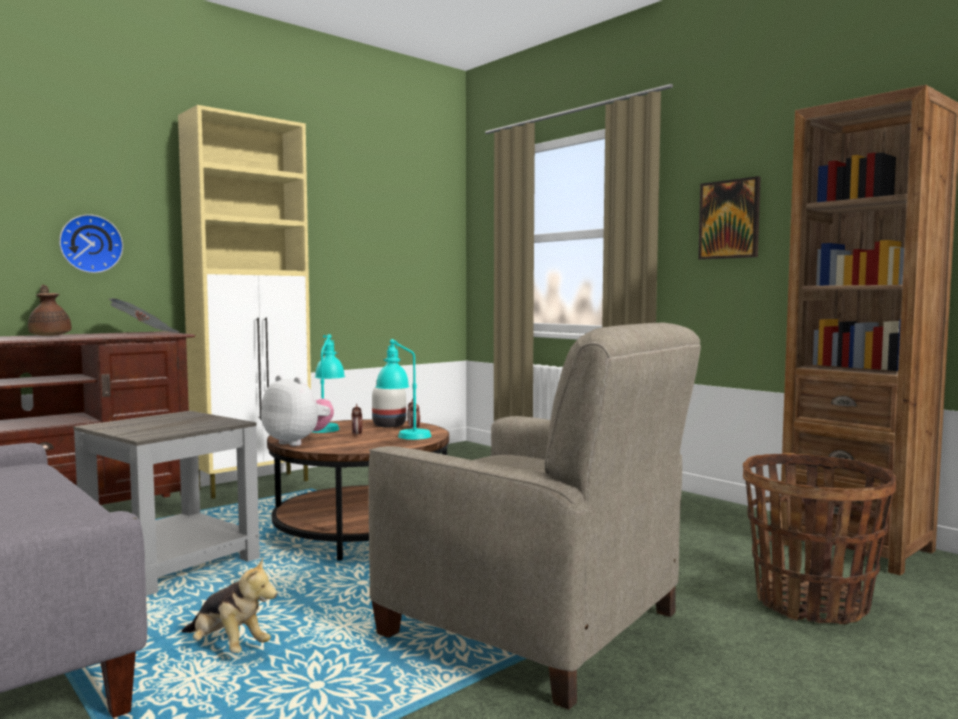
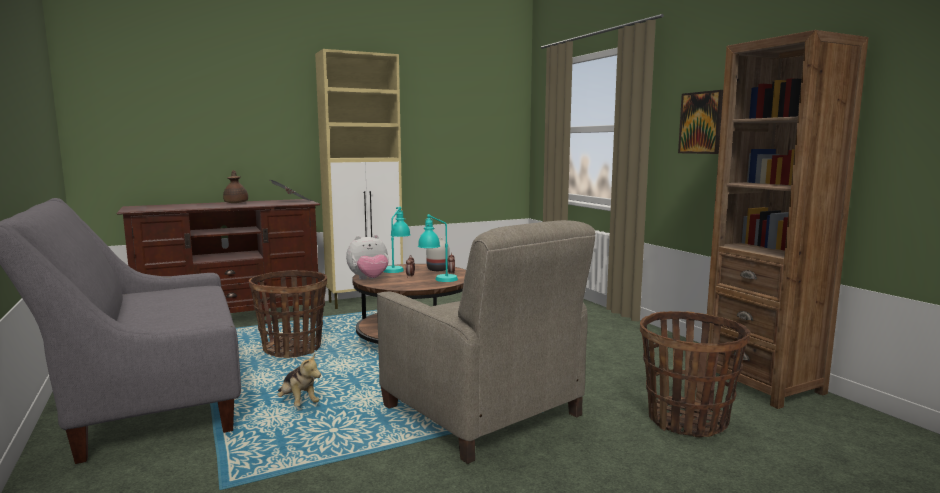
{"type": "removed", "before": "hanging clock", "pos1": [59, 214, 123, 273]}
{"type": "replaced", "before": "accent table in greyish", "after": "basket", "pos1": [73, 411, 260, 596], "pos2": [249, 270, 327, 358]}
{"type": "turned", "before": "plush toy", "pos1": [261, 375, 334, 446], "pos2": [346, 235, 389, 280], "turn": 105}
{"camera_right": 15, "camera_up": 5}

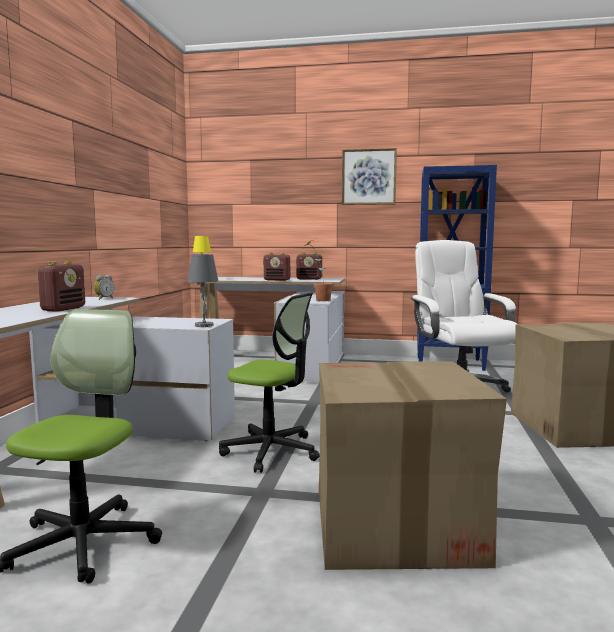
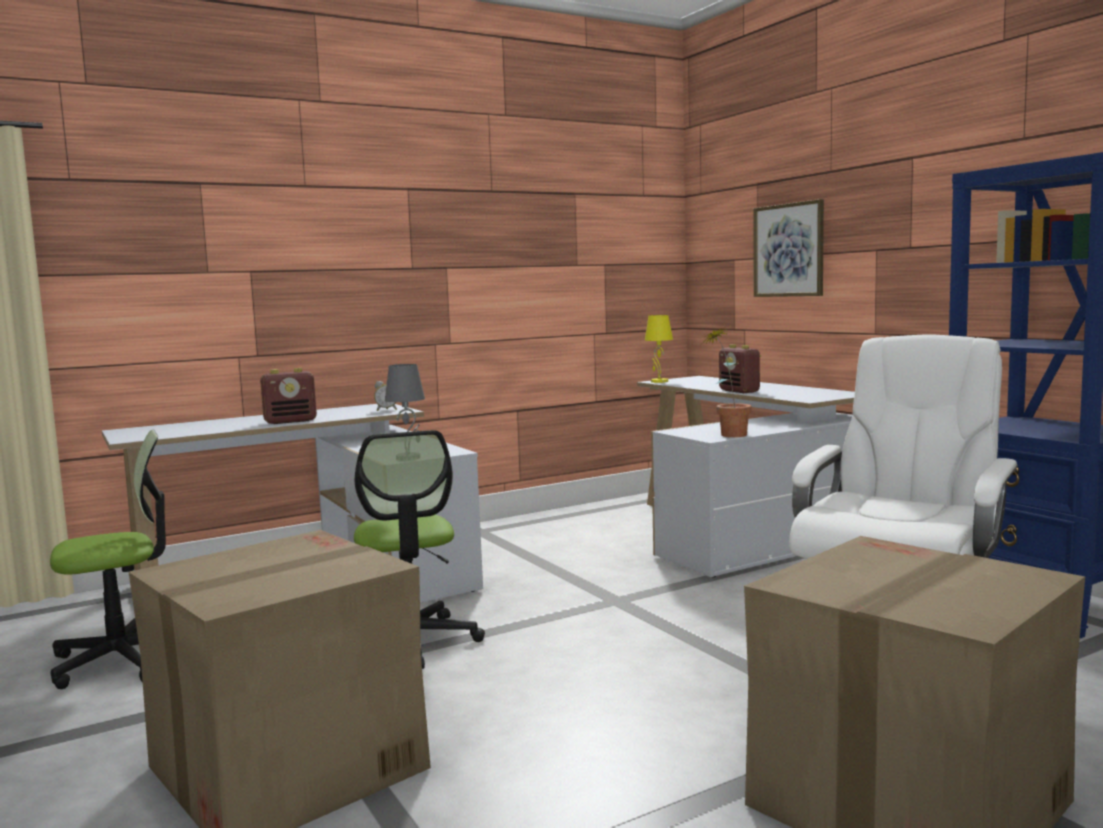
{"type": "removed", "before": "radio receiver", "pos1": [296, 252, 322, 280]}
{"type": "moved", "before": "wall art", "pos1": [342, 148, 397, 205], "pos2": [753, 199, 824, 297]}
{"camera_right": 50, "camera_up": 0}

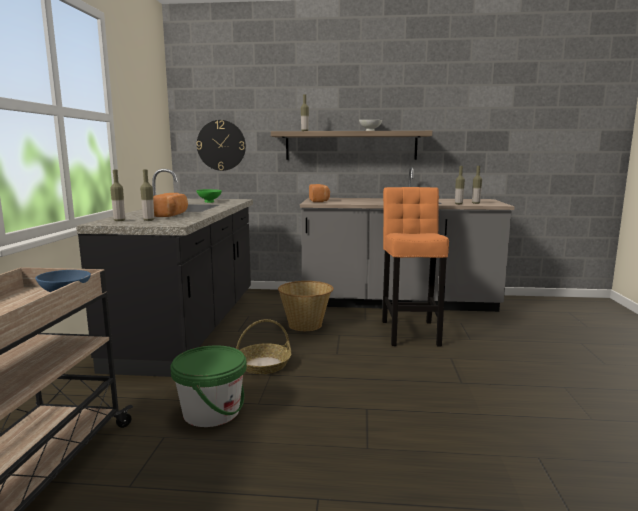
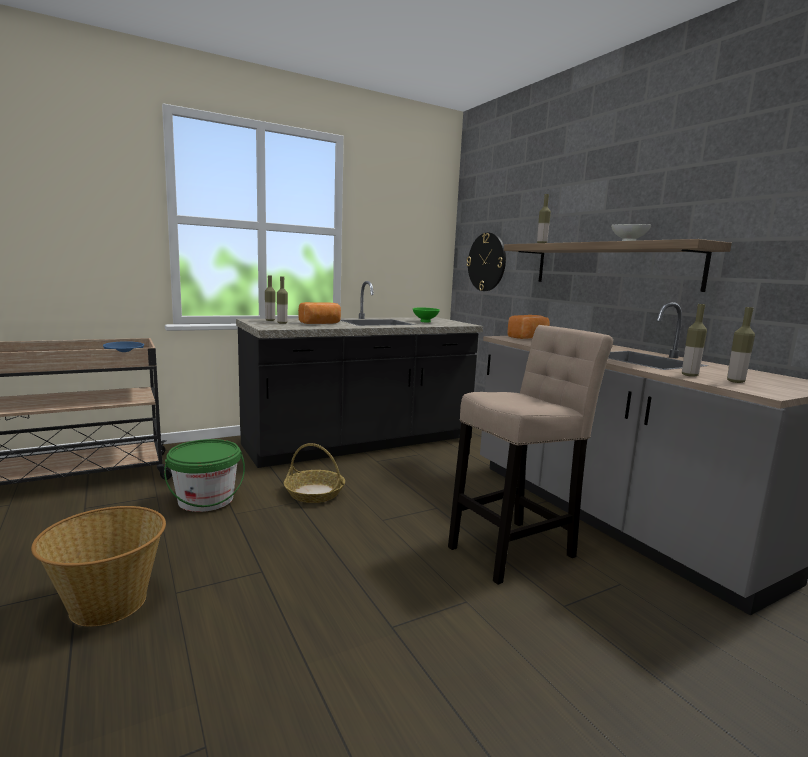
{"type": "moved", "before": "basket", "pos1": [278, 281, 334, 331], "pos2": [31, 506, 166, 627]}
{"type": "recoloured", "before": "stool seat in orange", "after": "stool seat in beige-coloured", "pos1": [382, 187, 449, 346], "pos2": [448, 325, 613, 585]}
{"camera_right": 55, "camera_up": 0}

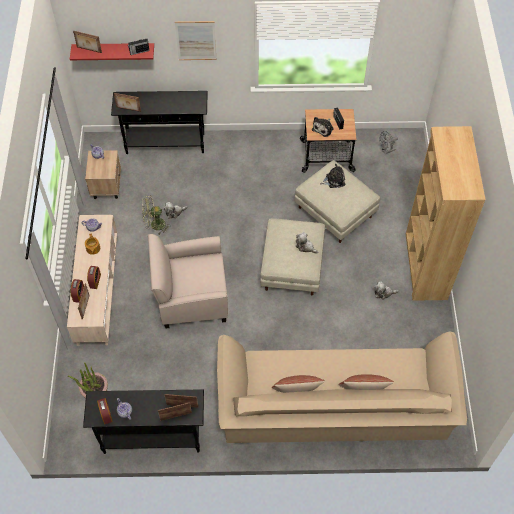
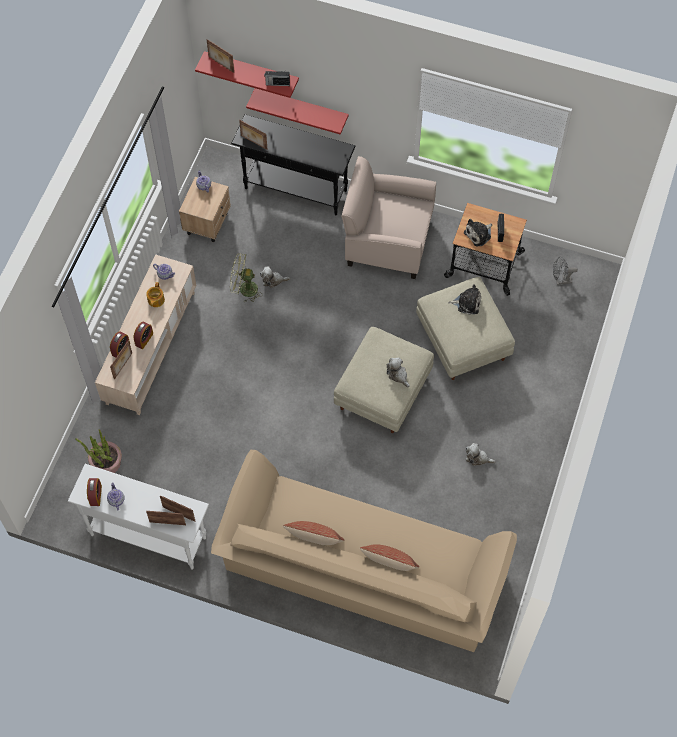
{"type": "removed", "before": "wall art", "pos1": [175, 21, 216, 60]}
{"type": "removed", "before": "shelving unit in brown-coloured", "pos1": [406, 126, 486, 301]}
{"type": "added", "after": "shelf in red-coloured", "pos2": [246, 88, 349, 135]}
{"type": "moved", "before": "easy chair in beige-coloured", "pos1": [148, 234, 228, 329], "pos2": [341, 156, 436, 279]}
{"type": "recoloured", "before": "hall table in blackish", "after": "hall table in white-coloured", "pos1": [83, 389, 204, 454], "pos2": [68, 464, 209, 570]}
{"camera_right": 20, "camera_up": 5}

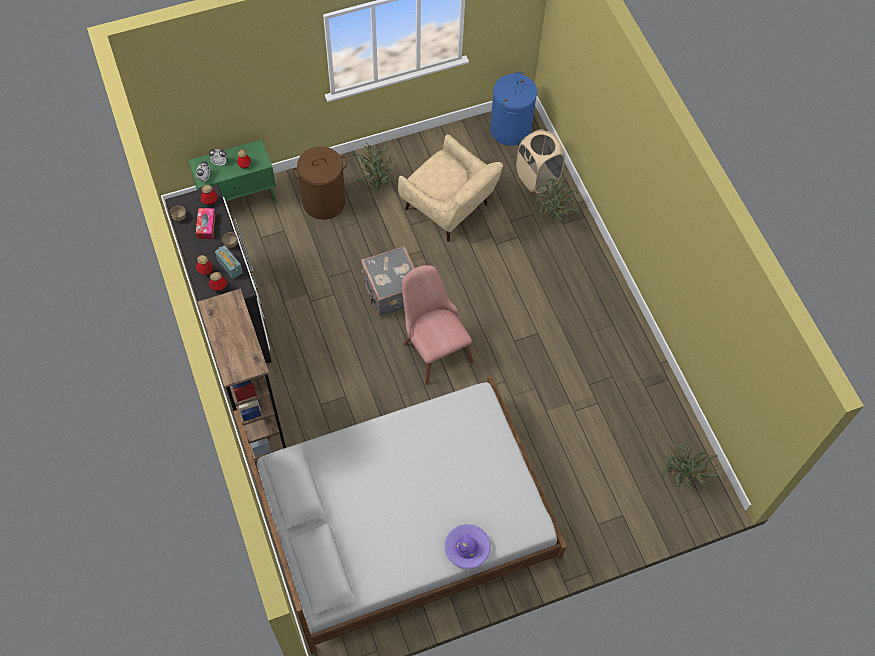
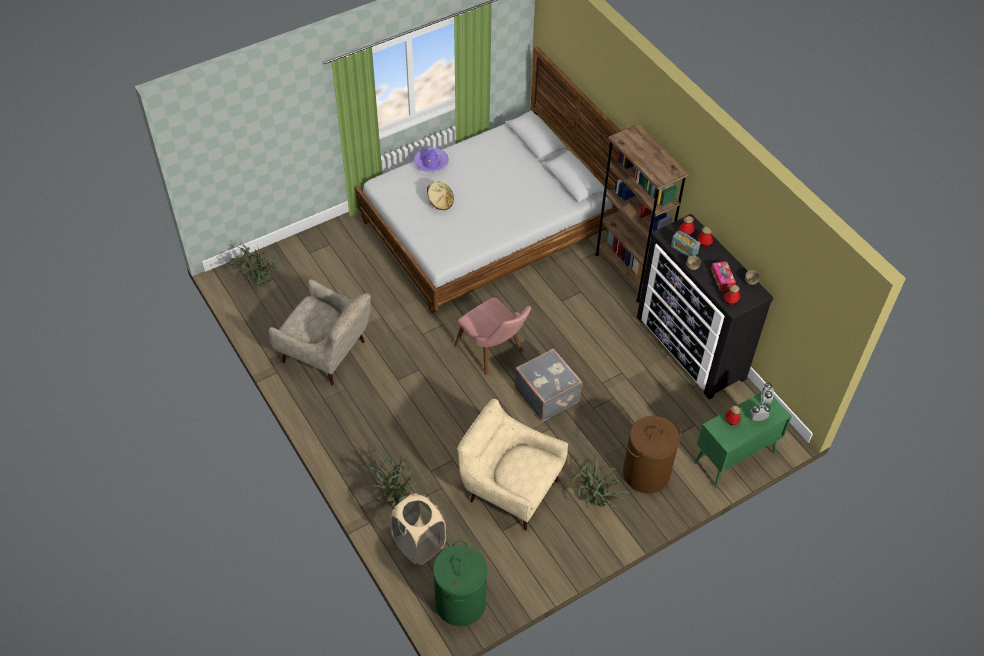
{"type": "added", "after": "easy chair in beige-coloured", "pos2": [269, 279, 371, 385]}
{"type": "added", "after": "hat in beige-coloured", "pos2": [427, 181, 454, 210]}
{"type": "recoloured", "before": "hamper in bluish", "after": "hamper in green", "pos1": [490, 72, 537, 146], "pos2": [433, 540, 487, 626]}
{"camera_right": 170, "camera_up": -10}

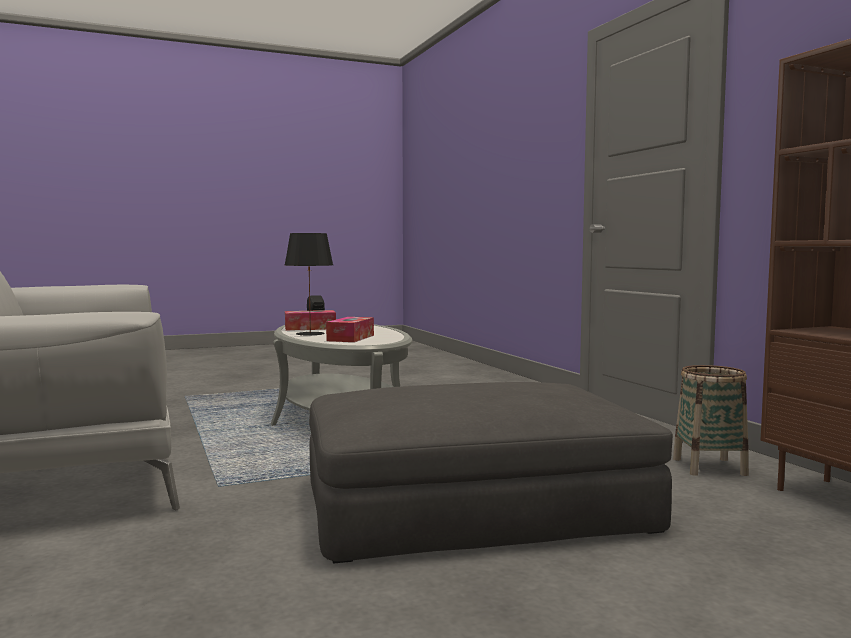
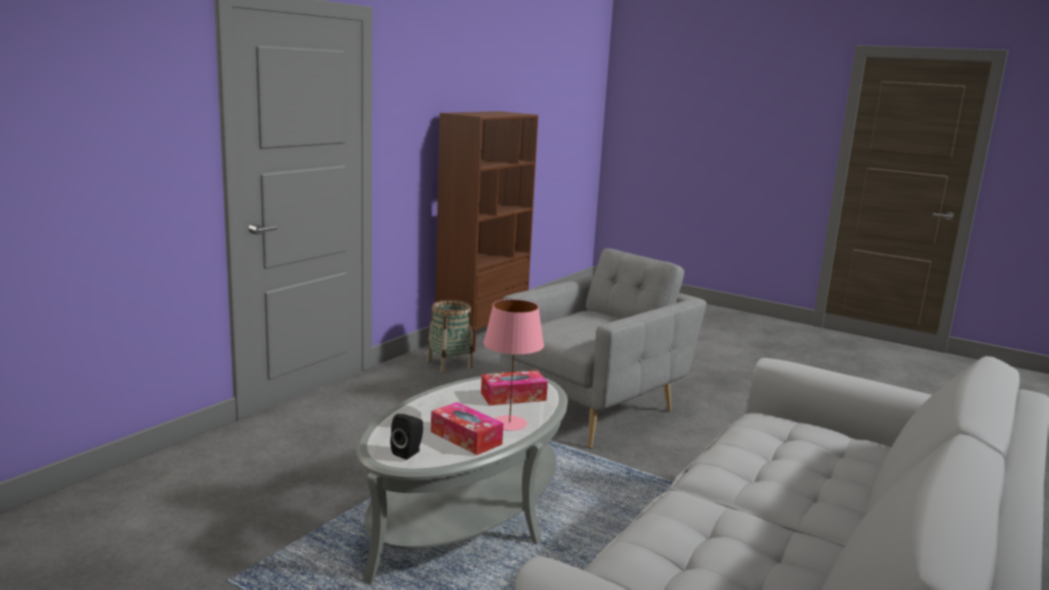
{"type": "replaced", "before": "footrest in greyish", "after": "easy chair in greyish", "pos1": [309, 382, 673, 563], "pos2": [500, 248, 707, 448]}
{"type": "recoloured", "before": "tabletop lamp in blackish", "after": "tabletop lamp in pink", "pos1": [285, 233, 333, 336], "pos2": [483, 299, 544, 431]}
{"camera_right": -125, "camera_up": 10}

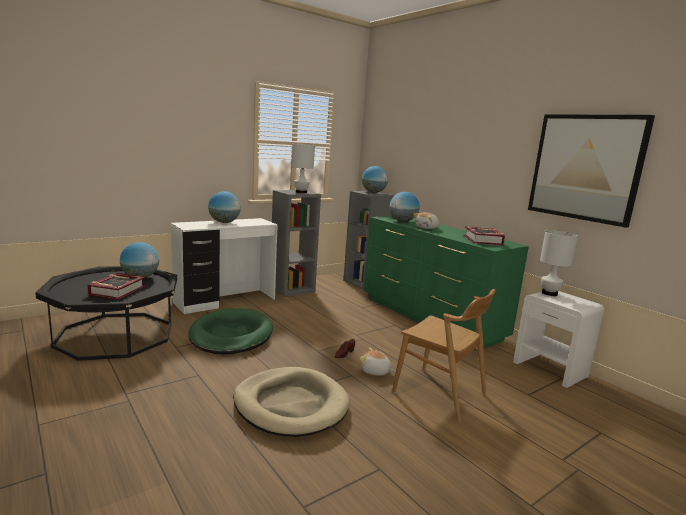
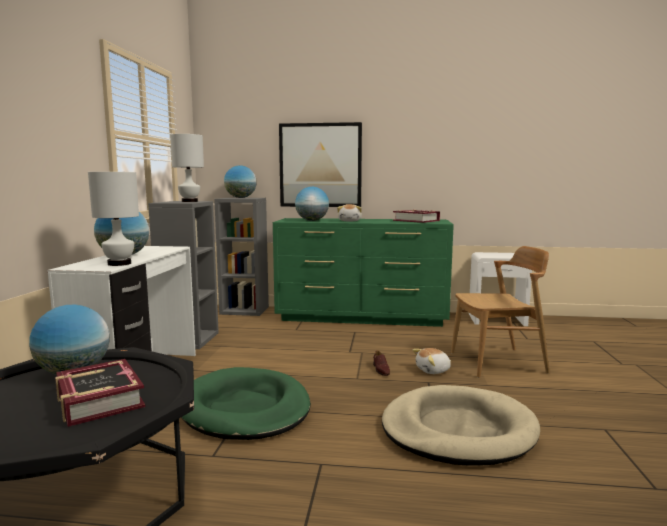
{"type": "moved", "before": "wall art", "pos1": [528, 114, 655, 228], "pos2": [279, 122, 362, 207]}
{"type": "moved", "before": "tabletop lamp in white-coloured", "pos1": [540, 230, 578, 296], "pos2": [88, 172, 139, 266]}
{"camera_right": -45, "camera_up": -5}

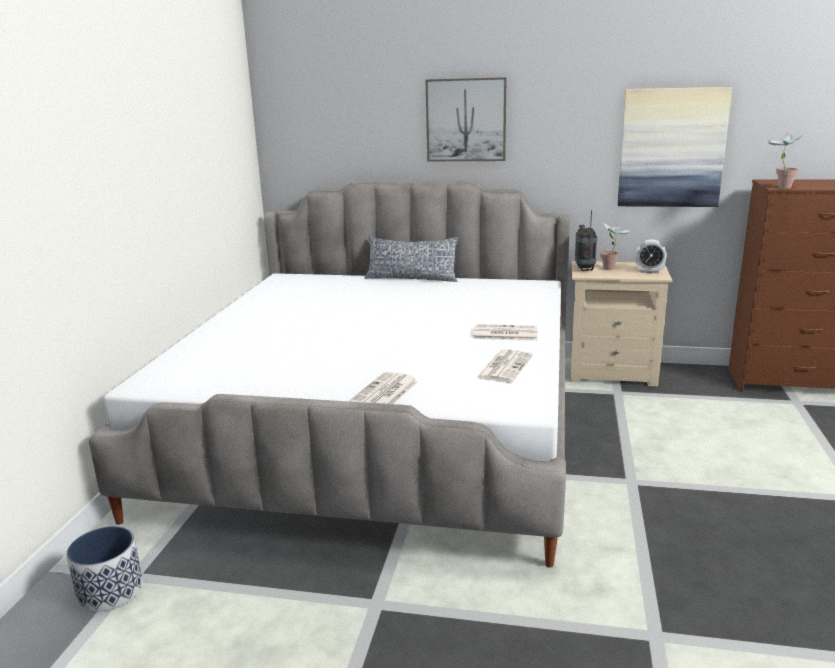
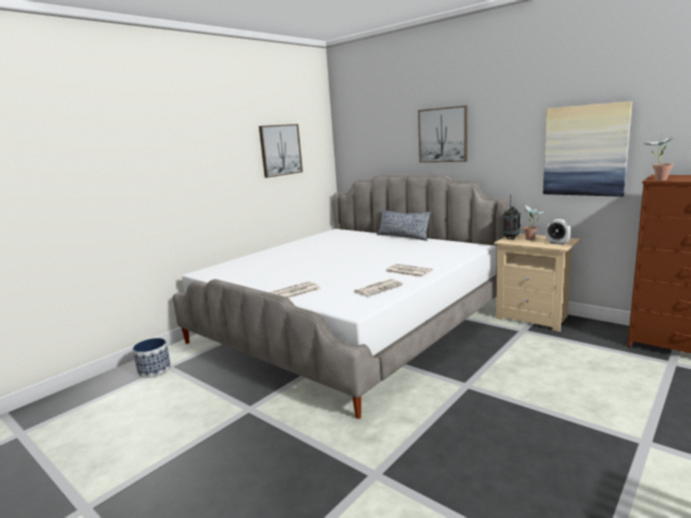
{"type": "added", "after": "wall art", "pos2": [259, 124, 303, 178]}
{"camera_right": 30, "camera_up": -5}

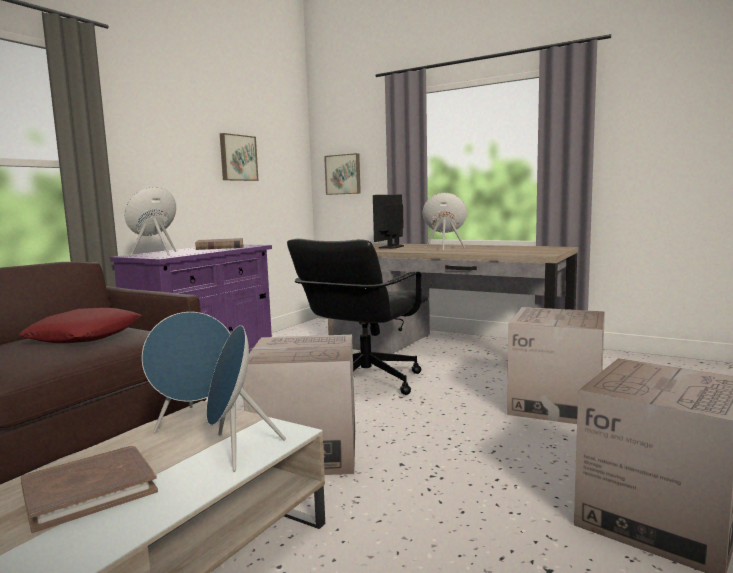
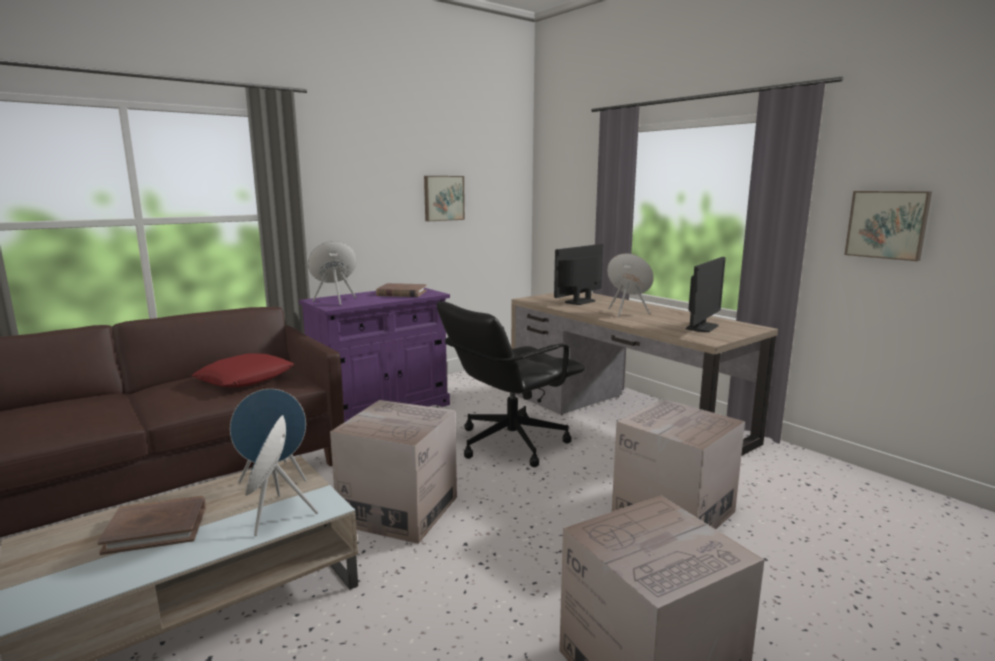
{"type": "added", "after": "computer display", "pos2": [686, 257, 726, 332]}
{"type": "moved", "before": "wall art", "pos1": [324, 153, 361, 195], "pos2": [844, 191, 932, 261]}
{"camera_right": 20, "camera_up": 5}

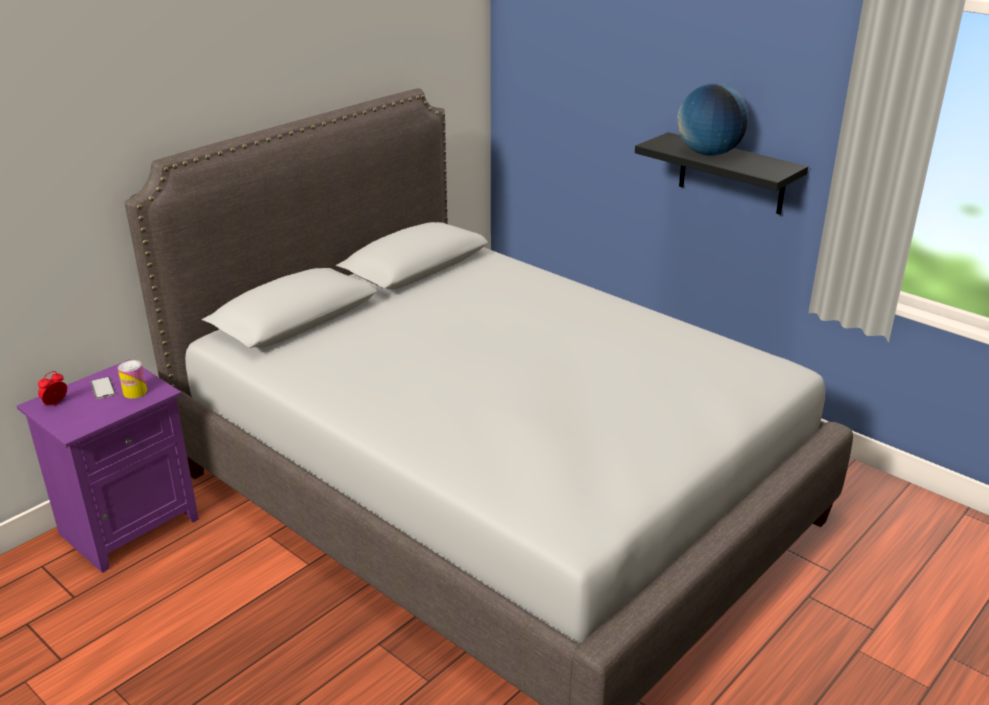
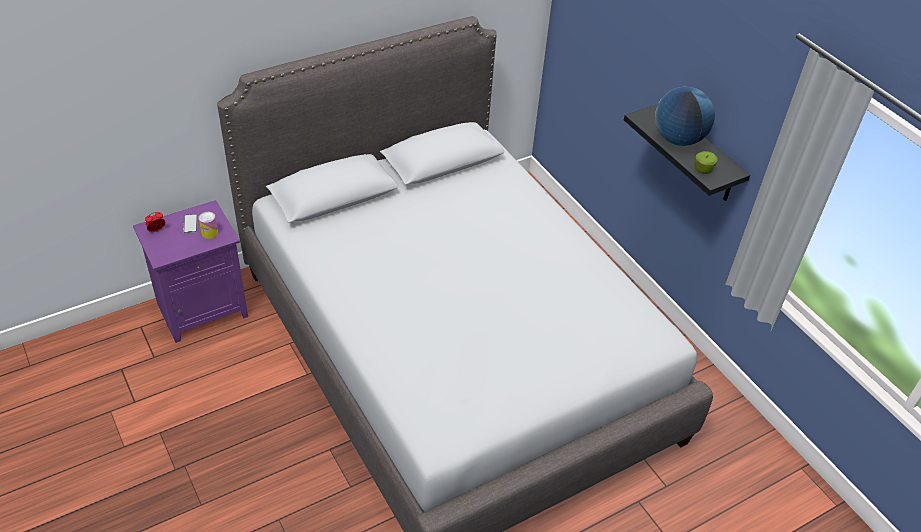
{"type": "added", "after": "apple", "pos2": [694, 151, 718, 174]}
{"camera_right": 15, "camera_up": 15}

